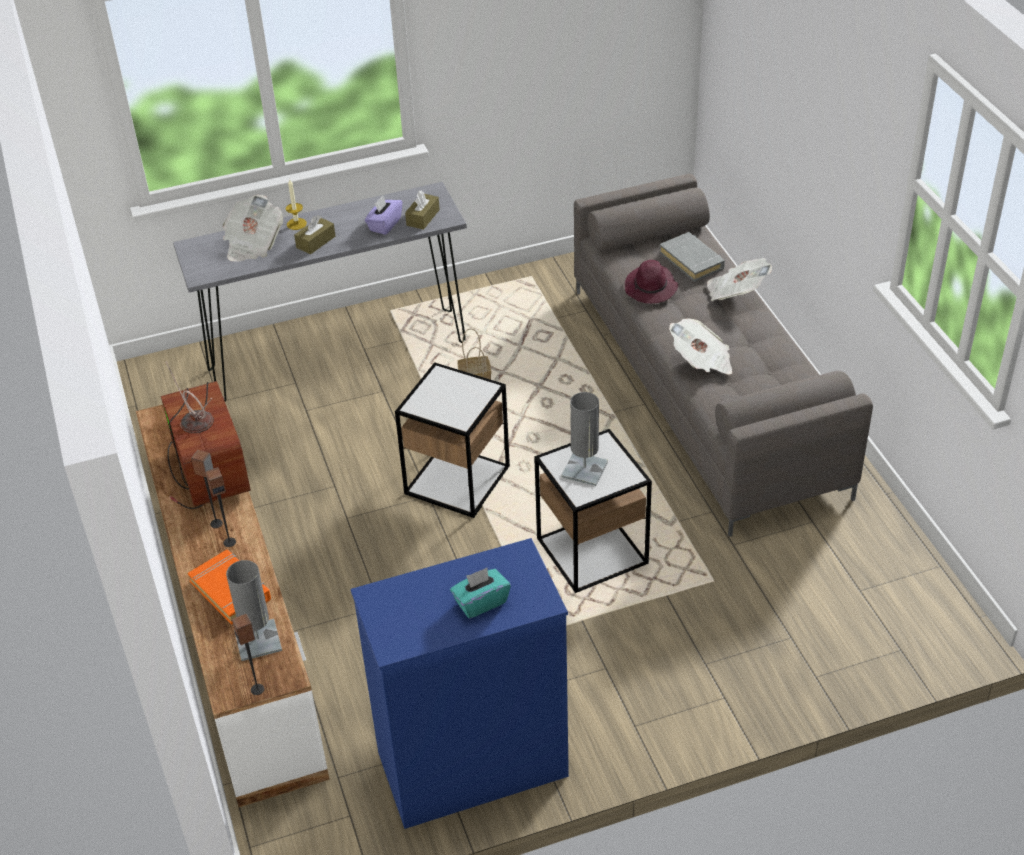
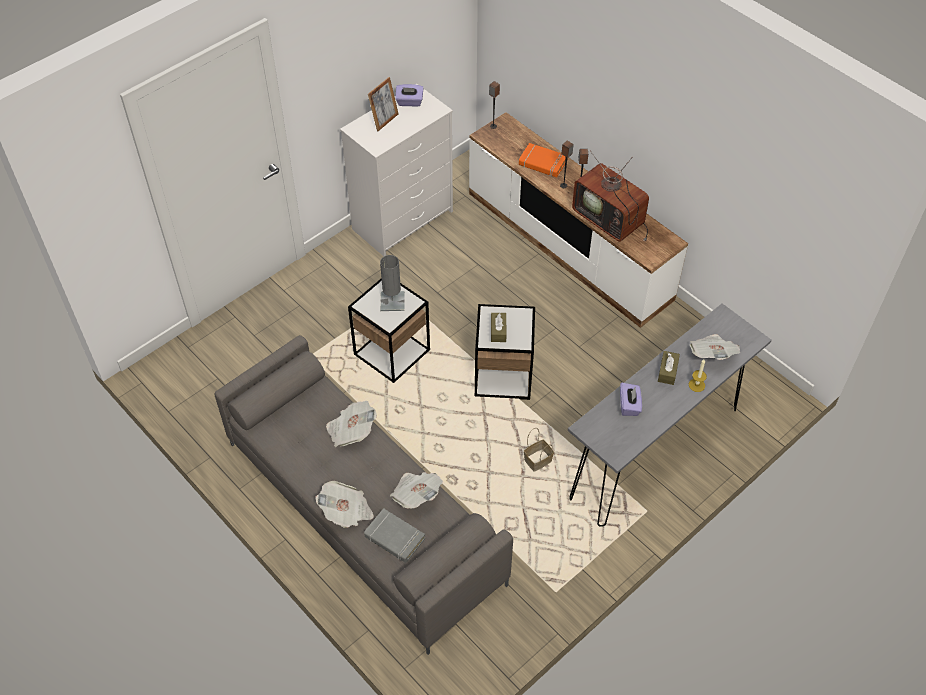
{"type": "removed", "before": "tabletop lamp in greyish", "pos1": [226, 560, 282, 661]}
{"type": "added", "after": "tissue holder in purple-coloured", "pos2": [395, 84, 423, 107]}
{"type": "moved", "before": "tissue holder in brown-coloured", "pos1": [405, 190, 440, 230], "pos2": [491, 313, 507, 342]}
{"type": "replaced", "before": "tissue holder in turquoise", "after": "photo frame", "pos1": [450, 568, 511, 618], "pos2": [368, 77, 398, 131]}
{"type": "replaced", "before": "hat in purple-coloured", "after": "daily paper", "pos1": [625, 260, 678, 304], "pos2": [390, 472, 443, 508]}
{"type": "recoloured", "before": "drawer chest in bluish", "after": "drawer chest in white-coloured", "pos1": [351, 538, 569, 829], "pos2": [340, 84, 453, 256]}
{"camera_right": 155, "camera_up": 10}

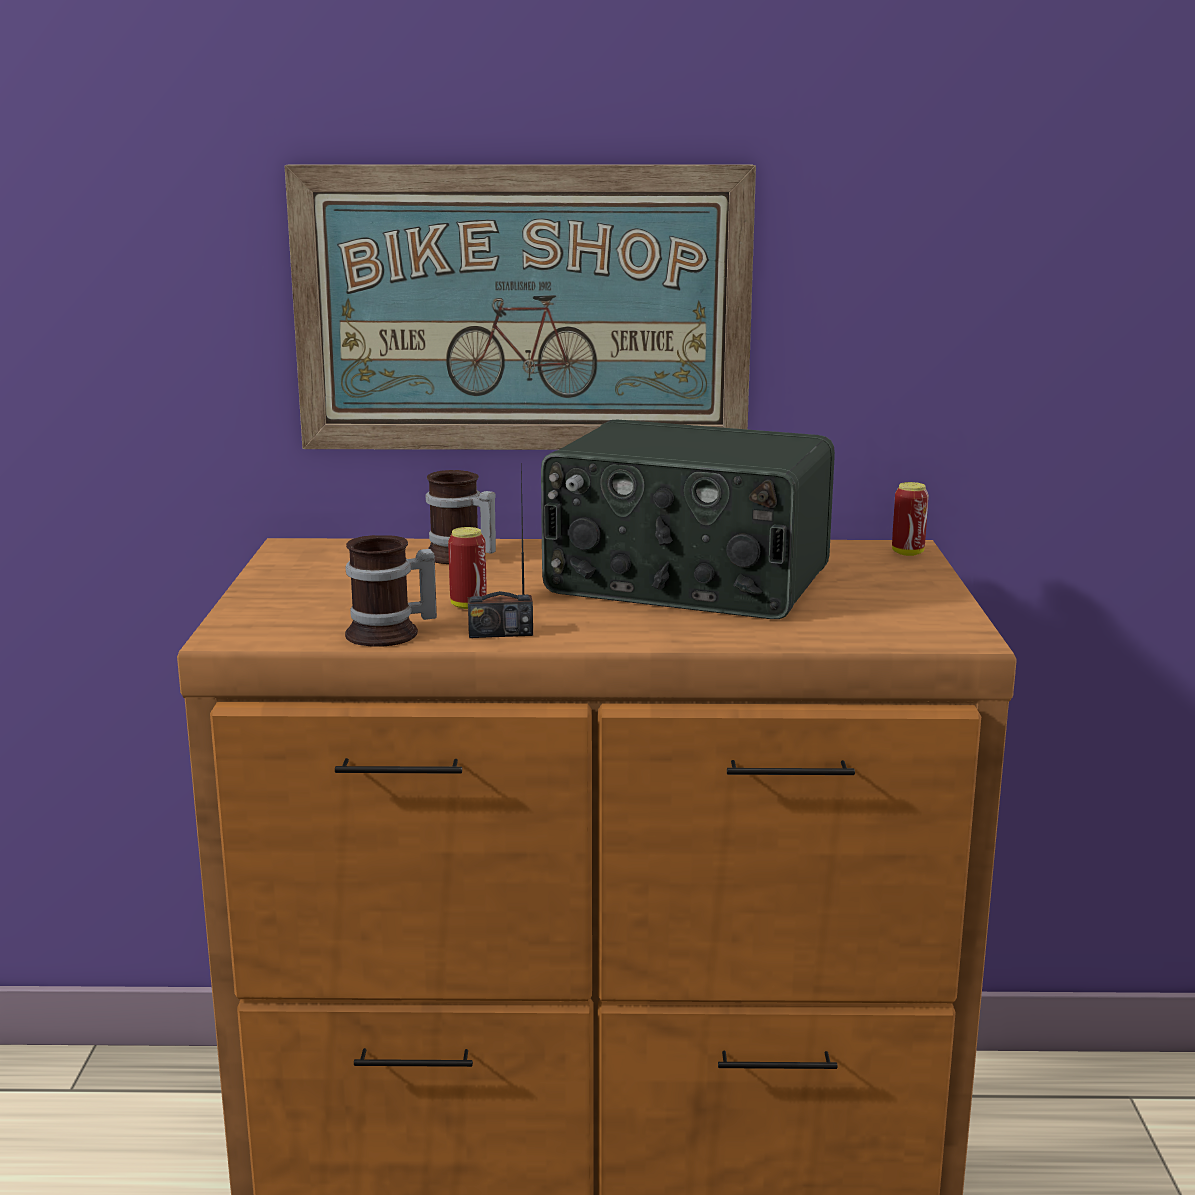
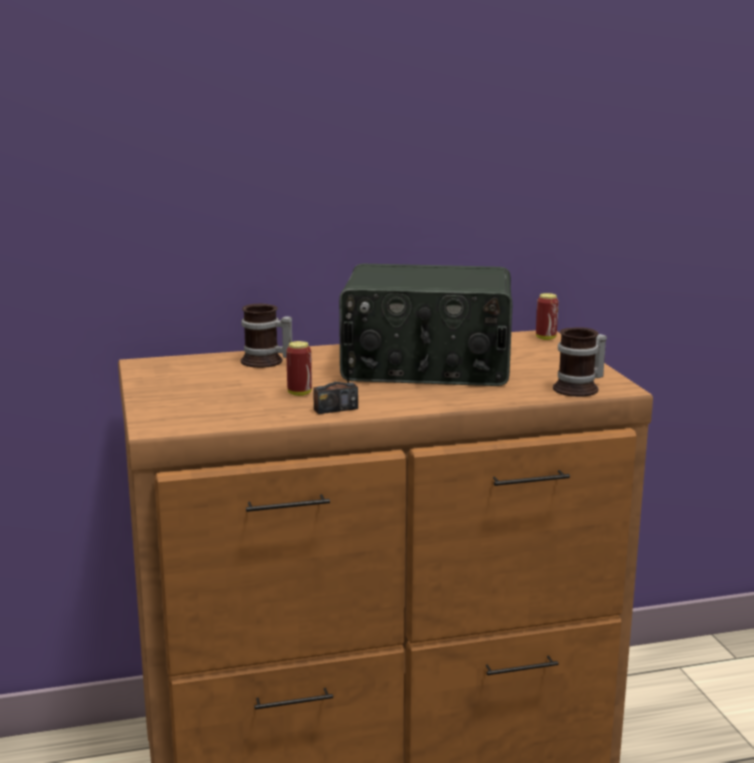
{"type": "removed", "before": "wall art", "pos1": [285, 164, 756, 450]}
{"type": "moved", "before": "mug", "pos1": [345, 535, 437, 647], "pos2": [553, 327, 607, 397]}
{"camera_right": -15, "camera_up": 0}

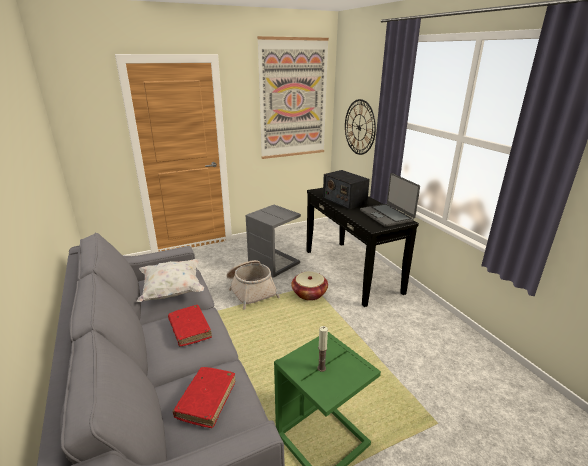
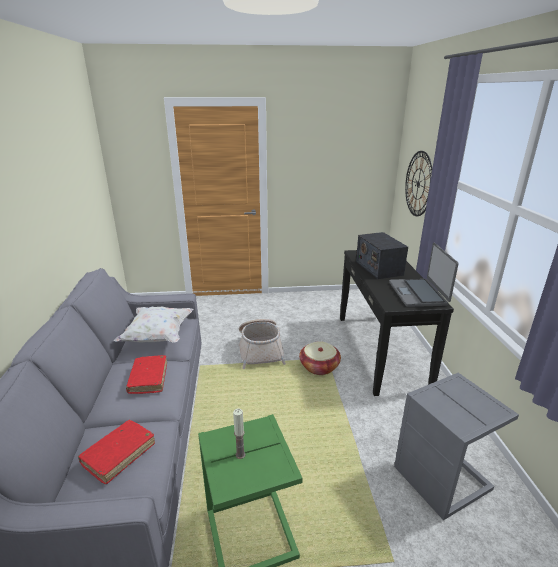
{"type": "removed", "before": "wall art", "pos1": [257, 36, 329, 159]}
{"type": "moved", "before": "accent table in greyish", "pos1": [246, 205, 301, 278], "pos2": [394, 373, 519, 520]}
{"camera_right": 20, "camera_up": 0}

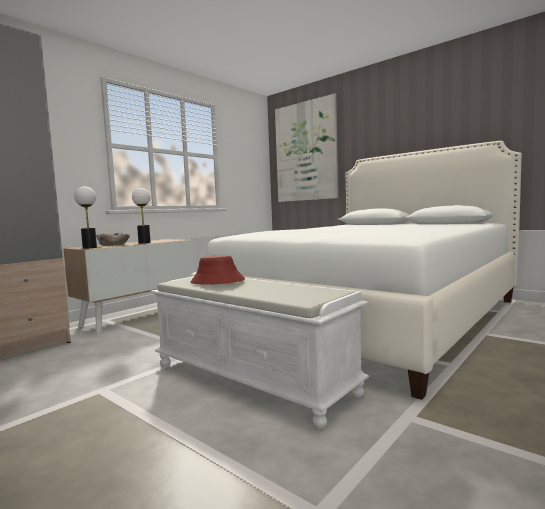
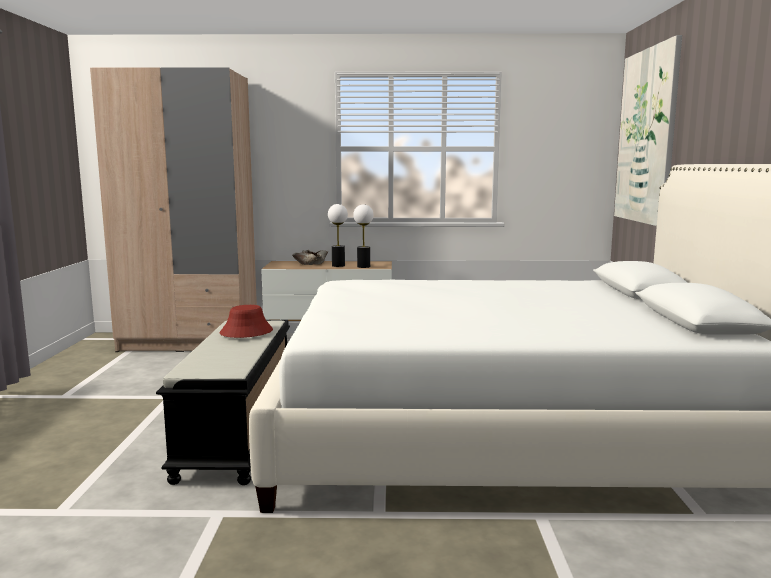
{"type": "moved", "before": "tabletop lamp", "pos1": [74, 186, 97, 249], "pos2": [353, 204, 374, 268]}
{"type": "recoloured", "before": "long seat in white-coloured", "after": "long seat in blackish", "pos1": [151, 276, 369, 428], "pos2": [156, 320, 290, 485]}
{"camera_right": 50, "camera_up": 5}

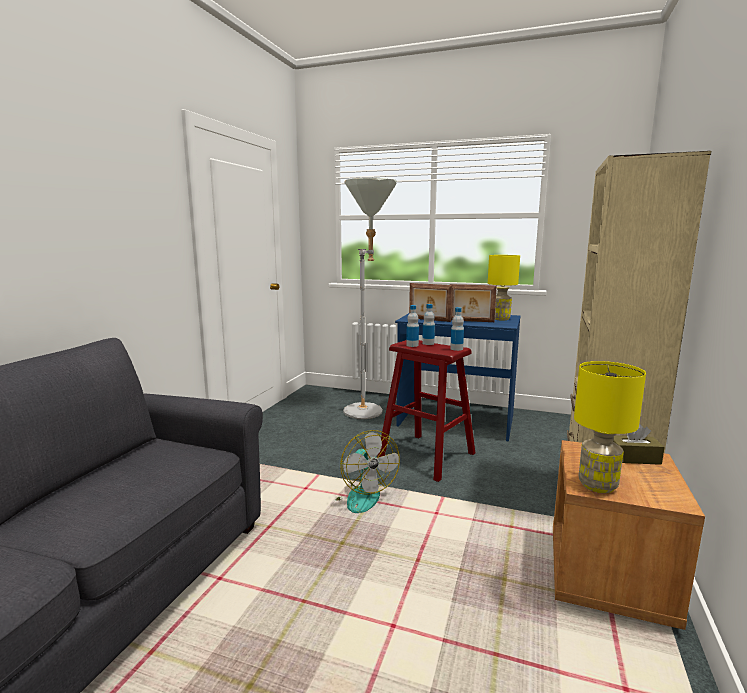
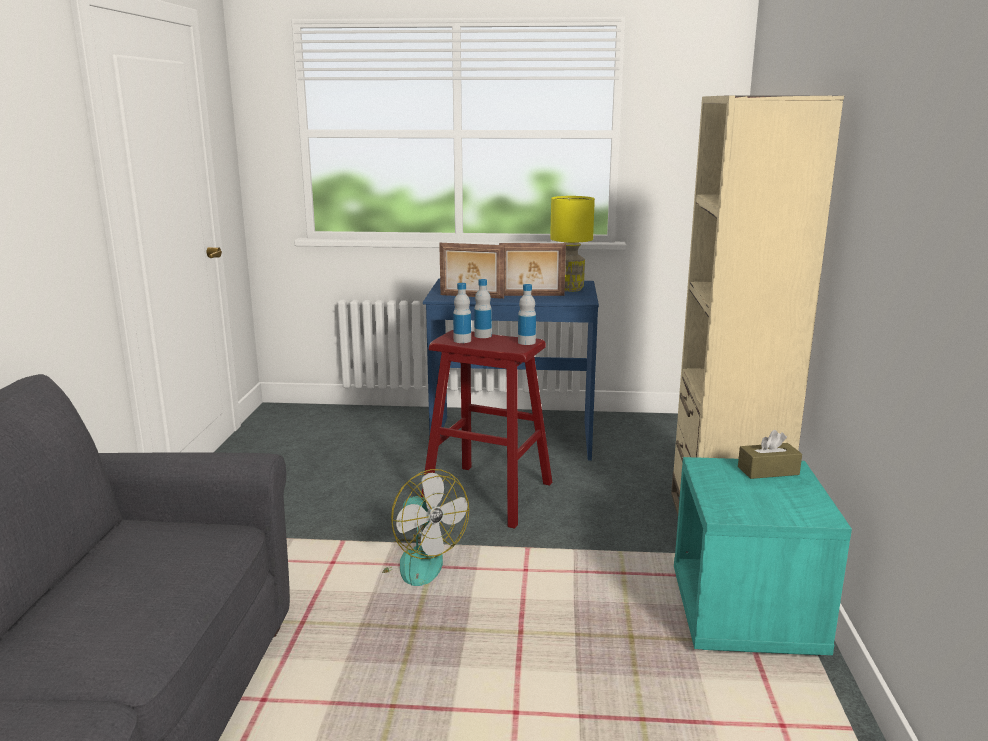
{"type": "removed", "before": "standing lamp in greyish", "pos1": [343, 178, 397, 419]}
{"type": "removed", "before": "tabletop lamp in yellowish", "pos1": [574, 361, 646, 493]}
{"type": "recoloured", "before": "night table in brown-coloured", "after": "night table in turquoise", "pos1": [553, 440, 705, 630], "pos2": [674, 457, 852, 655]}
{"camera_right": -15, "camera_up": 5}

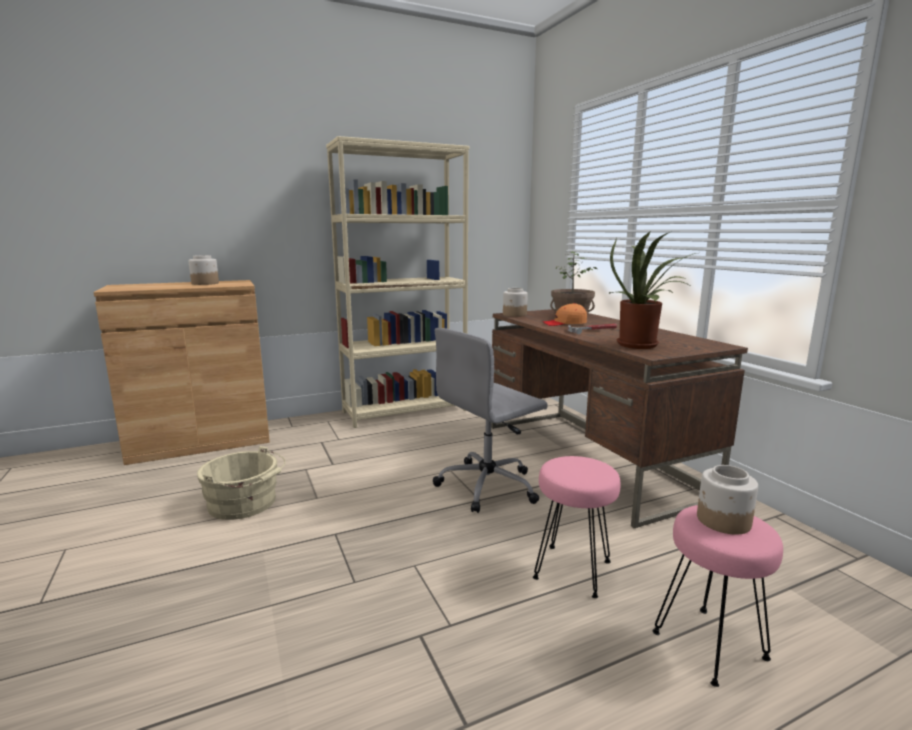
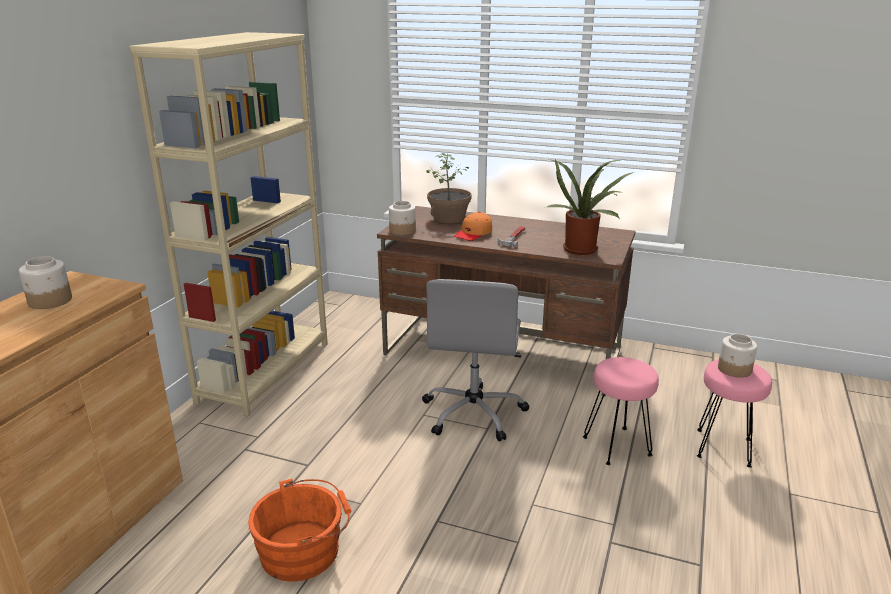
{"type": "recoloured", "before": "water bucket in beige-coloured", "after": "water bucket in orange", "pos1": [197, 446, 286, 520], "pos2": [248, 479, 351, 581]}
{"camera_right": -45, "camera_up": 10}

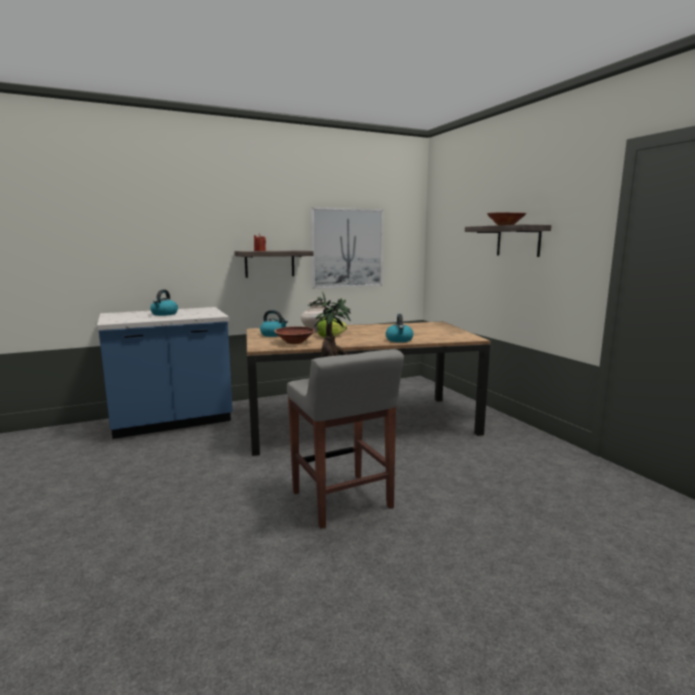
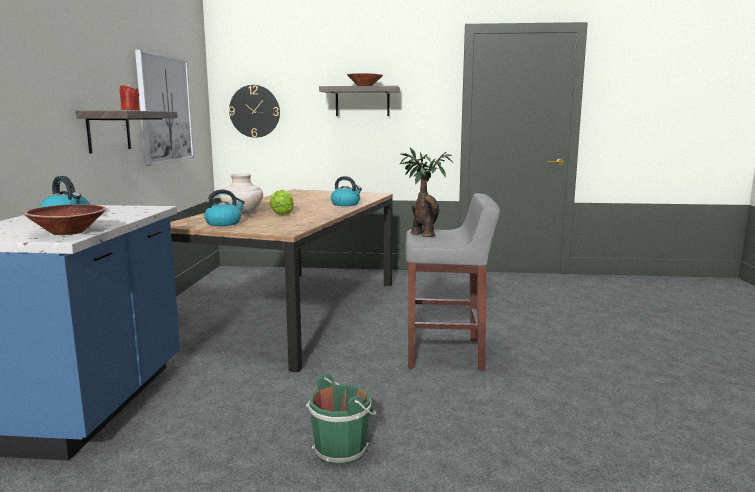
{"type": "added", "after": "hanging clock", "pos2": [229, 85, 280, 138]}
{"type": "added", "after": "water bucket in green", "pos2": [306, 374, 376, 465]}
{"type": "moved", "before": "bowl in brown-coloured", "pos1": [274, 327, 315, 344], "pos2": [23, 204, 106, 235]}
{"camera_right": -60, "camera_up": 0}

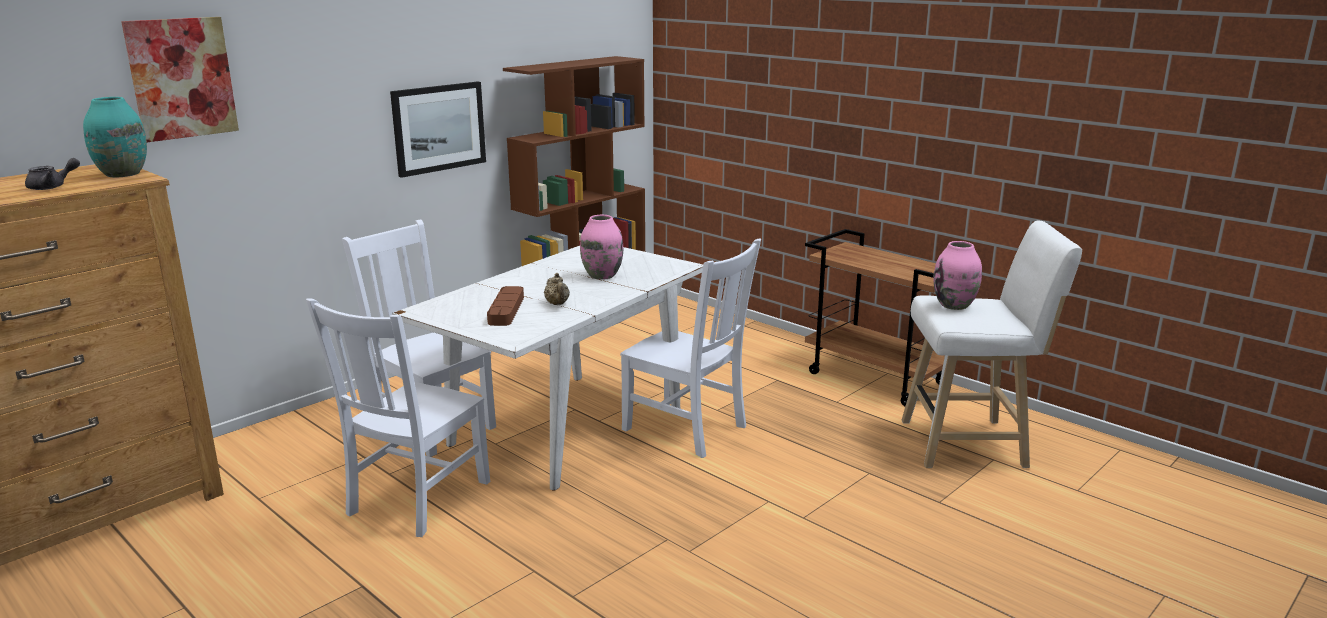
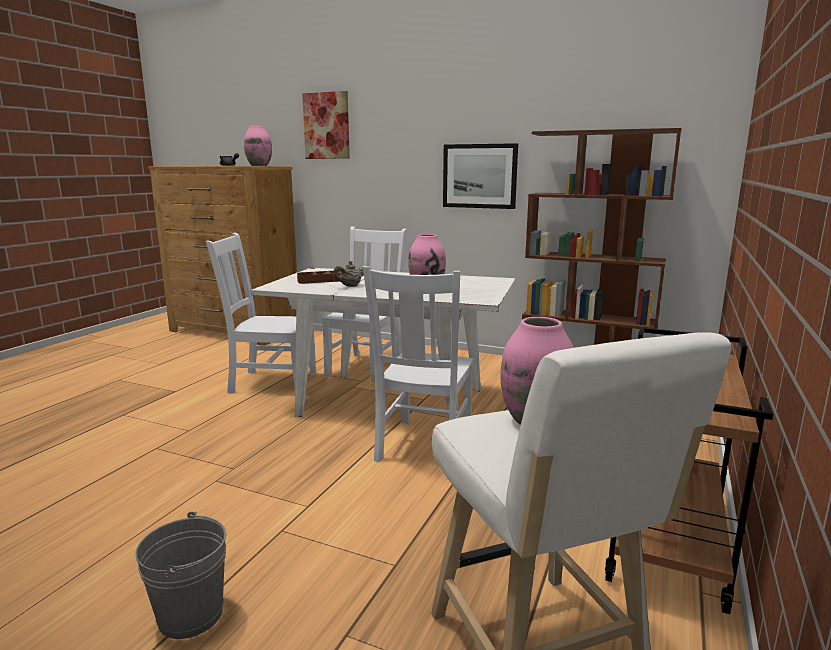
{"type": "added", "after": "water bucket in greyish", "pos2": [135, 511, 226, 639]}
{"type": "recoloured", "before": "decorative vase in turquoise", "after": "decorative vase in pink", "pos1": [83, 97, 147, 177], "pos2": [244, 126, 272, 166]}
{"camera_right": 70, "camera_up": -5}

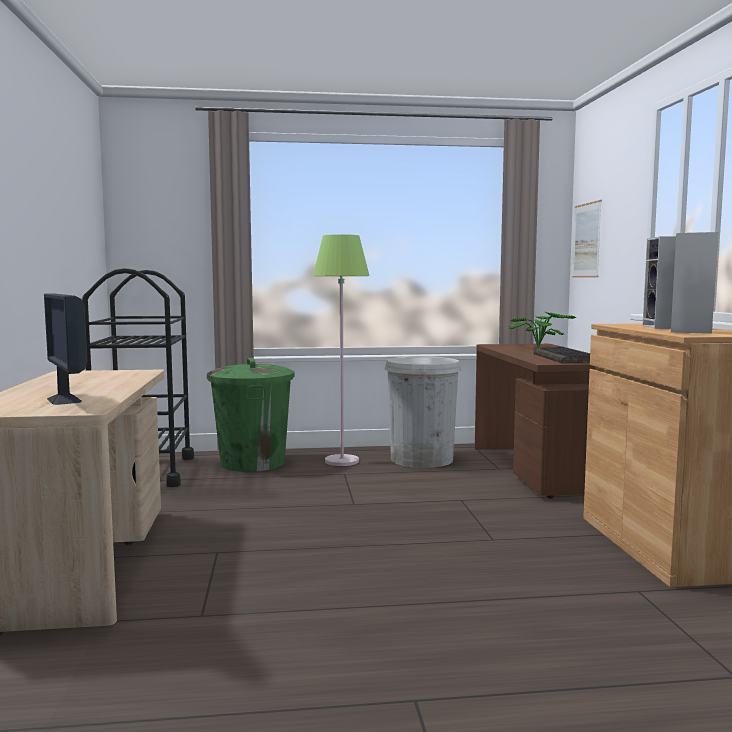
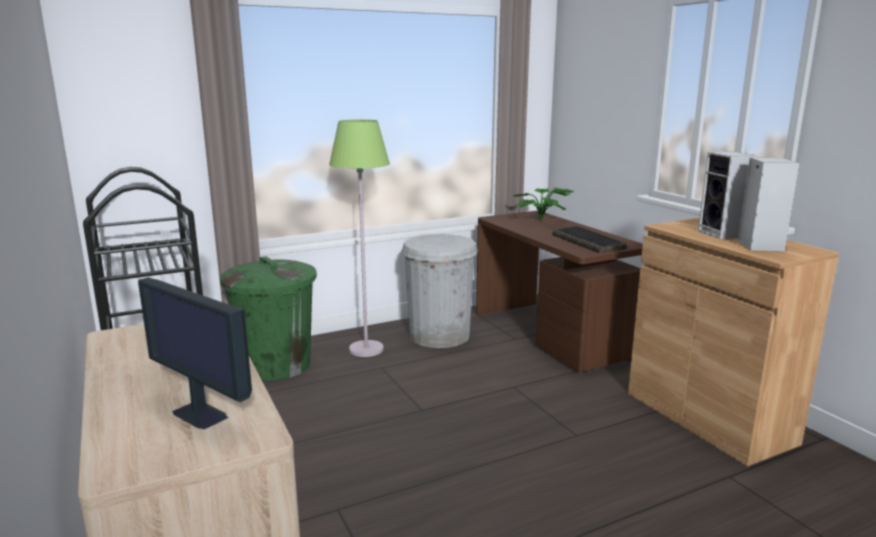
{"type": "removed", "before": "wall art", "pos1": [572, 200, 602, 278]}
{"camera_right": -20, "camera_up": 10}

